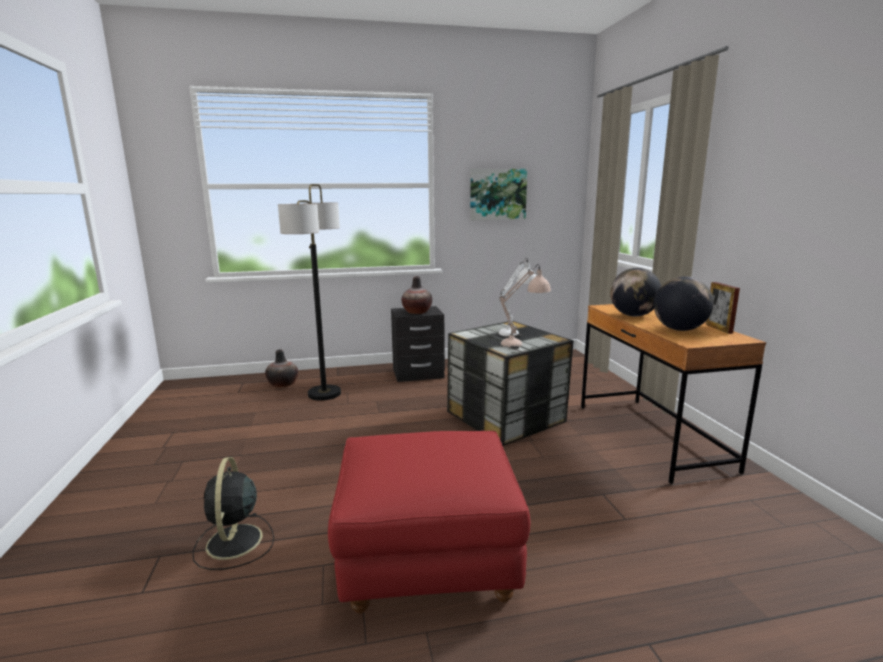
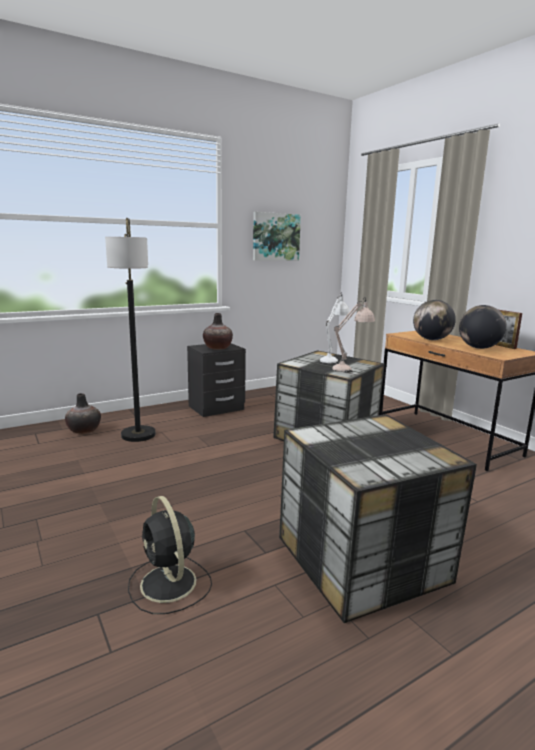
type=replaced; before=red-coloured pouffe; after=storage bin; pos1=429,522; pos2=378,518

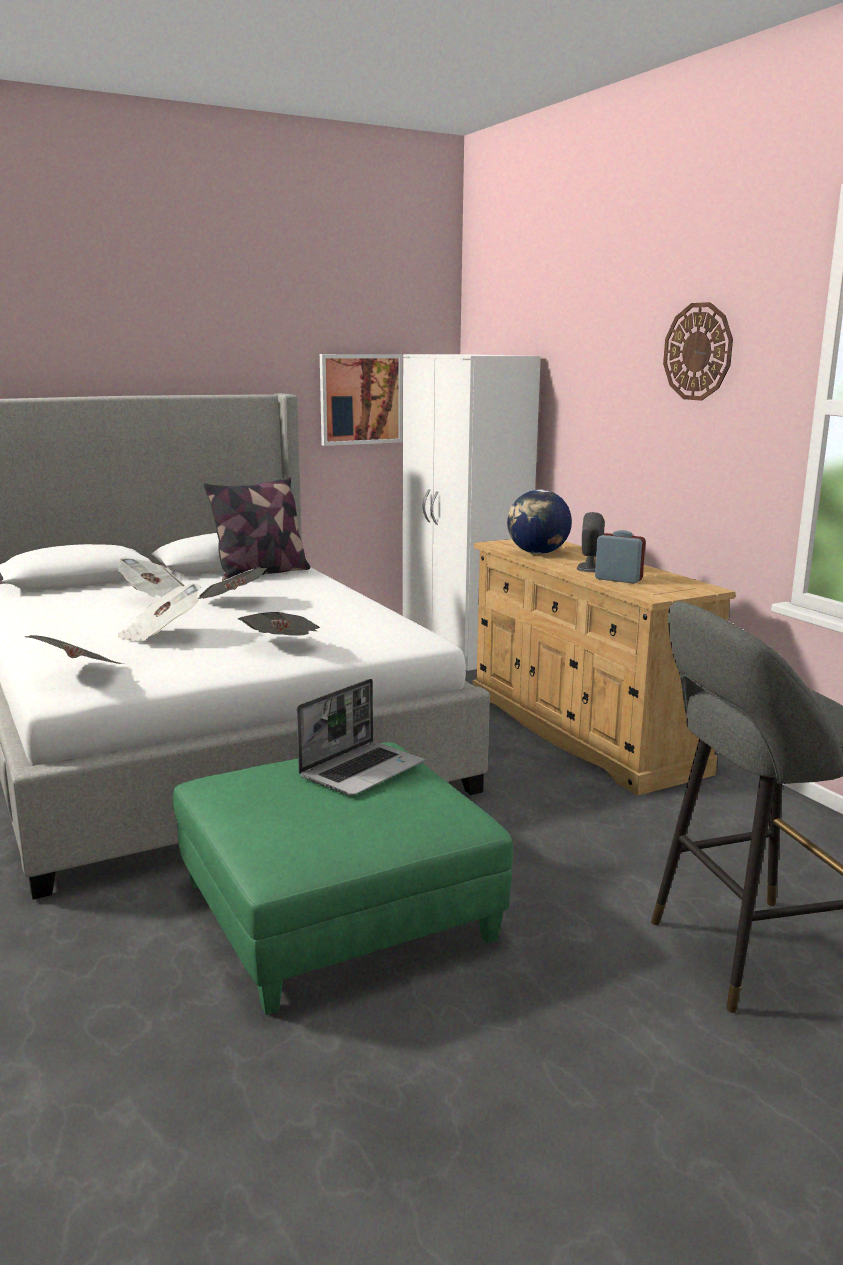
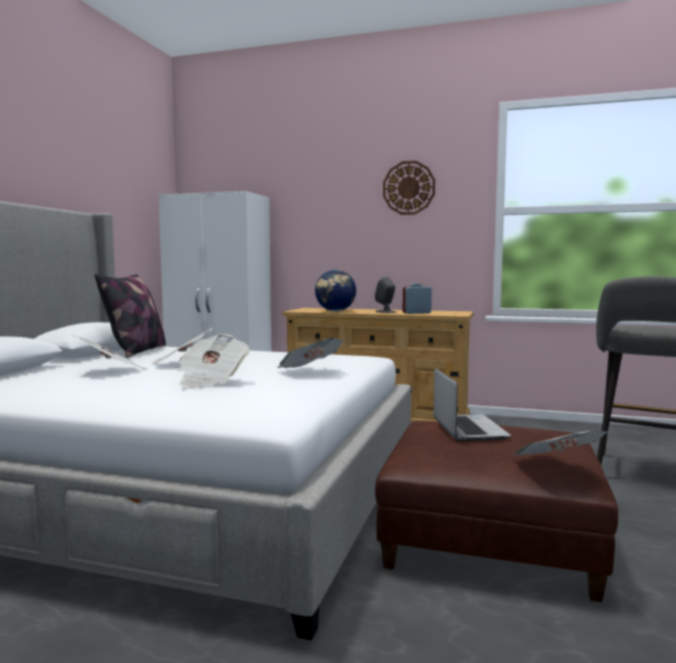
type=removed; before=wall picture; pos1=361,400
type=moved; before=printed paper; pos1=73,649; pos2=560,442
type=recoloured; before=green-coloured pouffe; after=brownish pouffe; pos1=343,878; pos2=496,511

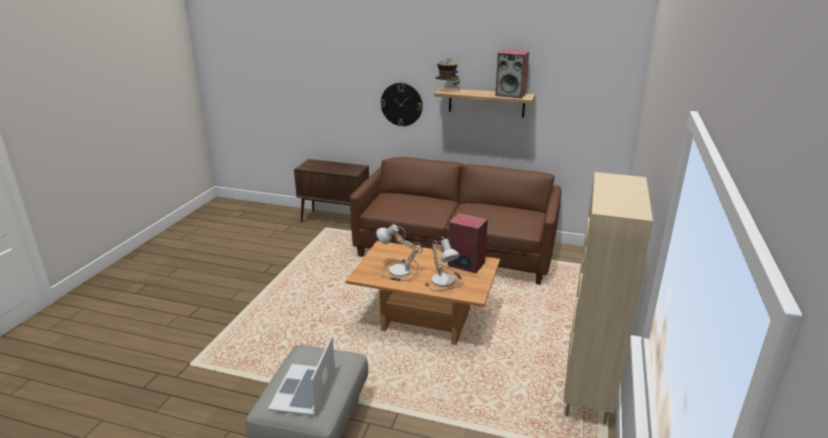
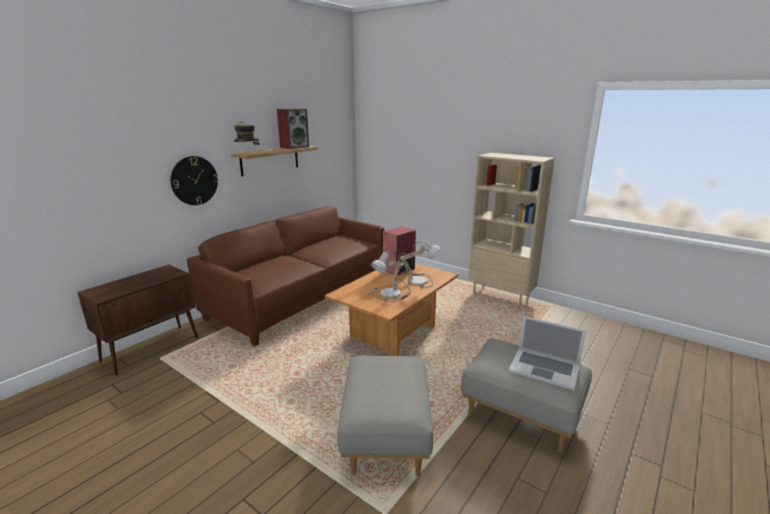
type=added; after=grey pouffe; pos2=385,416

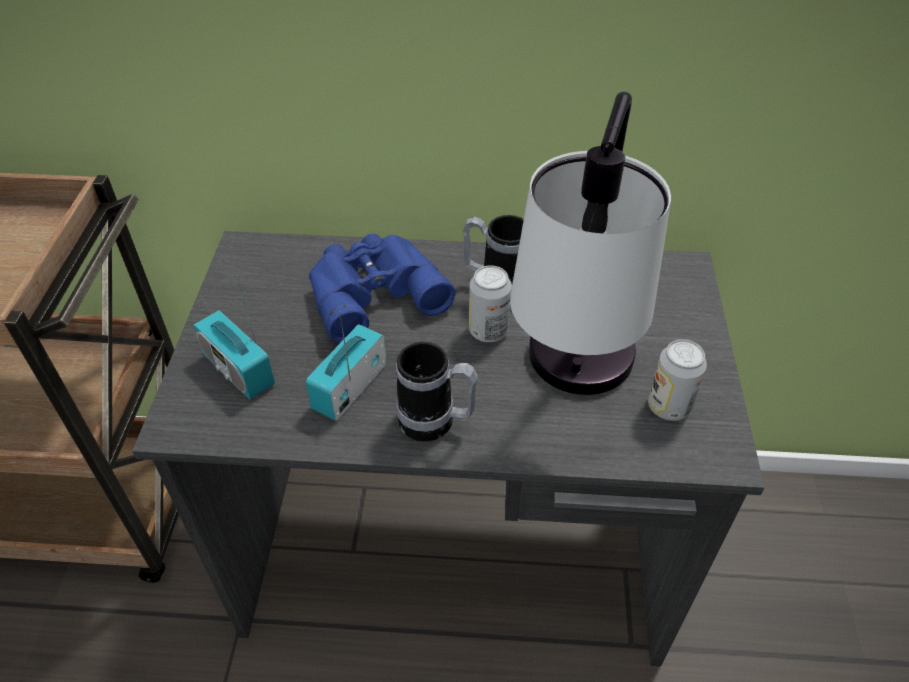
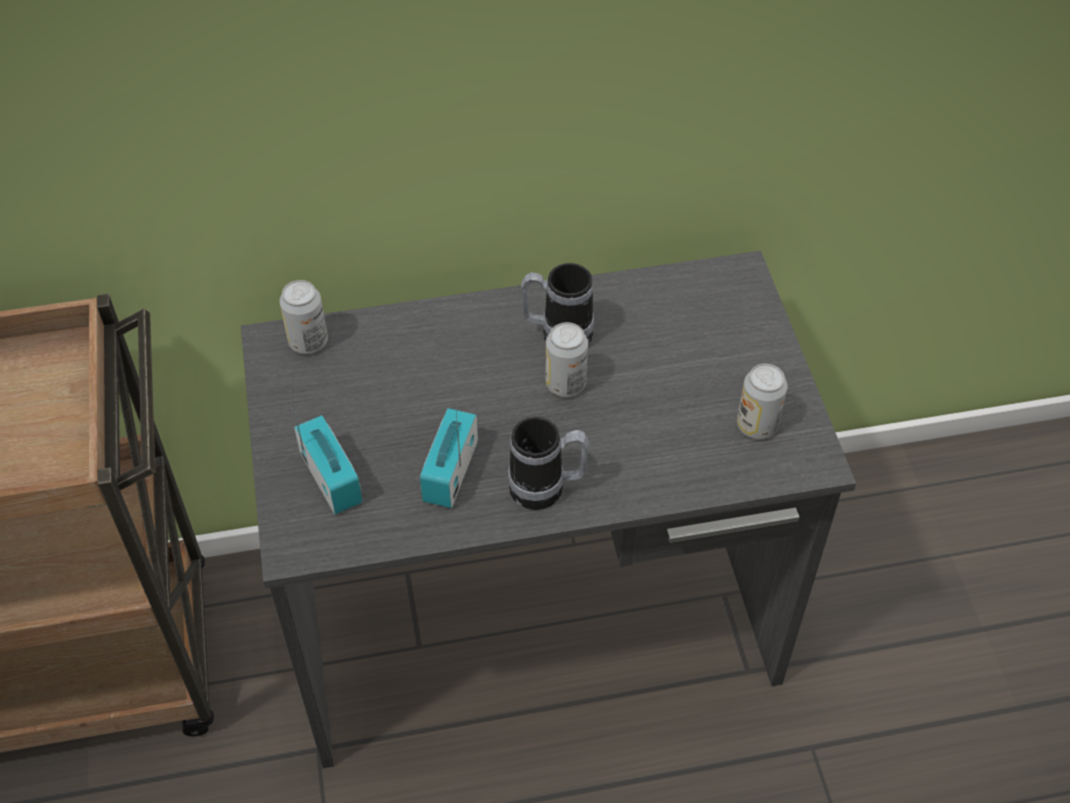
type=removed; before=table lamp; pos1=590,243
type=removed; before=blue pair of binoculars; pos1=382,288
type=turned; before=radio receiver; pos1=234,338; pos2=326,452; turn=-150
type=added; after=can; pos2=303,317

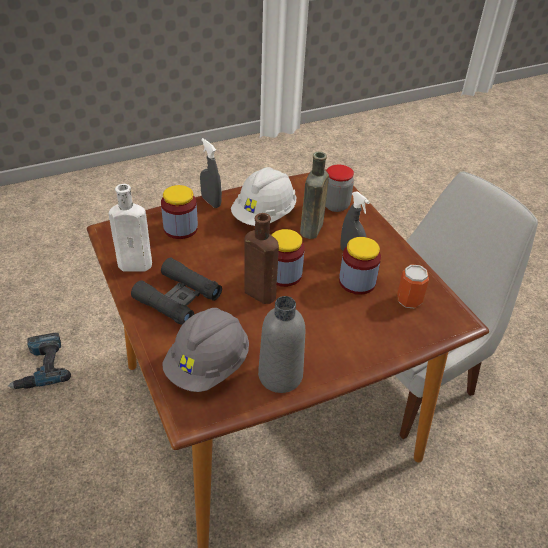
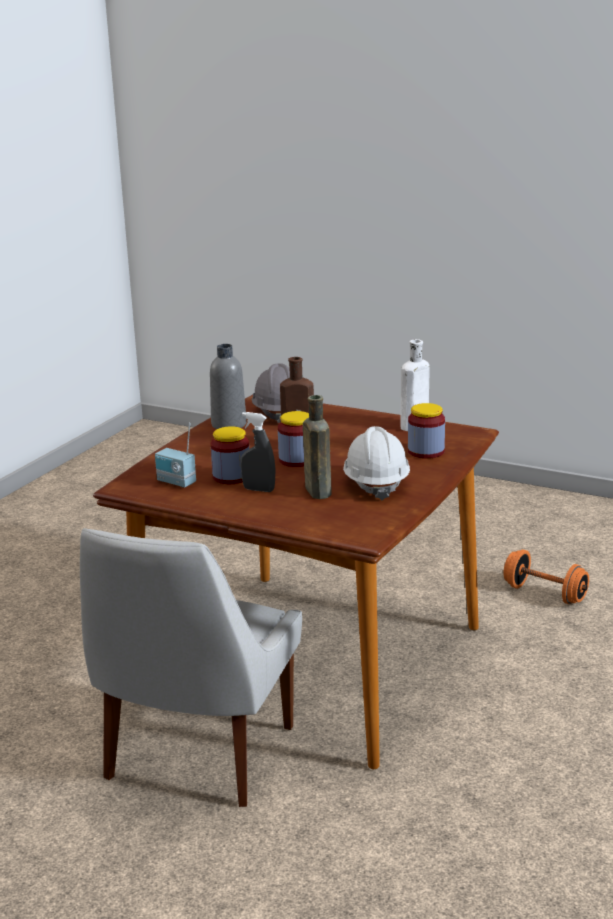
type=removed; before=grey spray bottle; pos1=211,173
type=removed; before=storage jar; pos1=339,188
type=removed; before=black pair of binoculars; pos1=176,291
type=replaced; before=can; after=radio receiver; pos1=413,286; pos2=175,455
type=replaced; before=drill; after=orange hand weight; pos1=39,361; pos2=546,576

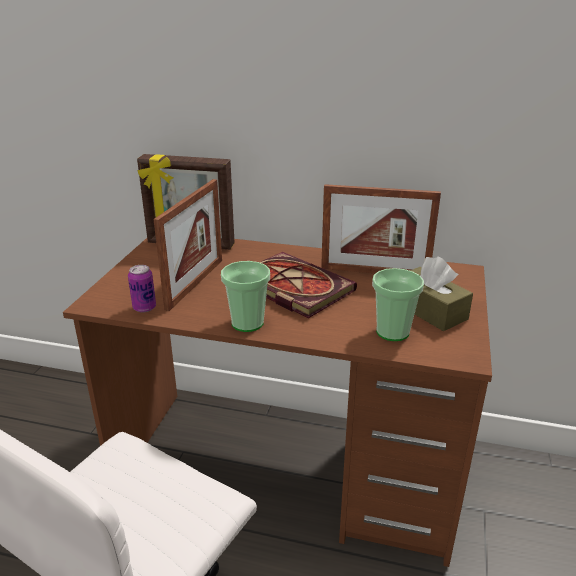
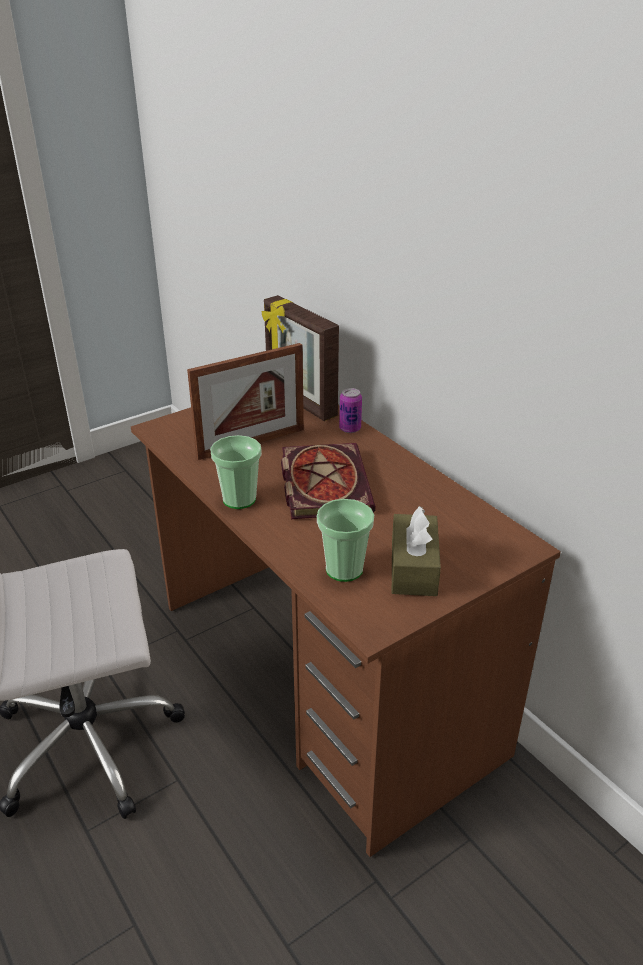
type=removed; before=standing frame; pos1=381,228
type=moved; before=can; pos1=142,289; pos2=350,410

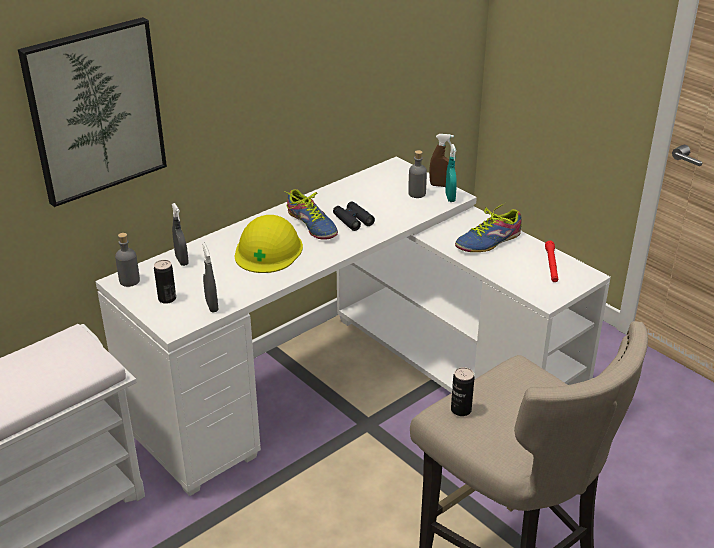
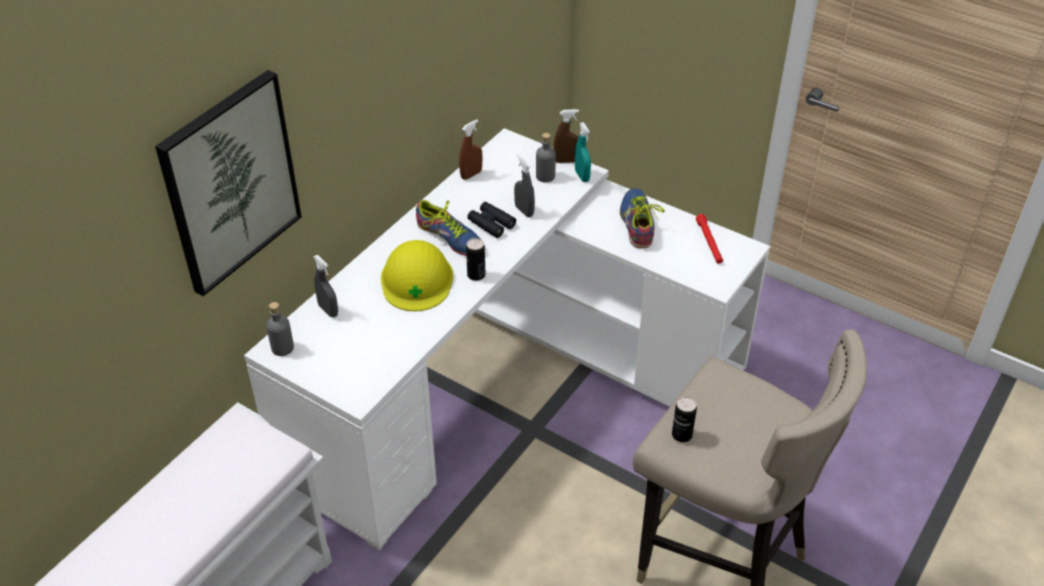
type=turned; before=item of footwear; pos1=488,227; pos2=642,218; turn=135
type=moved; before=grey spray bottle; pos1=210,278; pos2=524,185
type=moved; before=can; pos1=165,282; pos2=475,259
type=added; after=brownish spray bottle; pos2=470,149

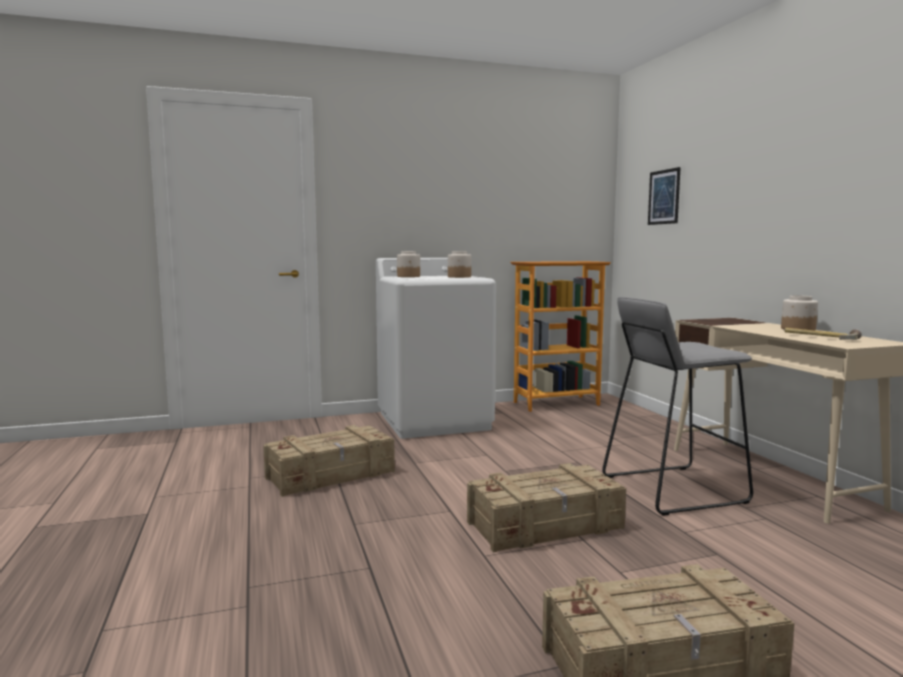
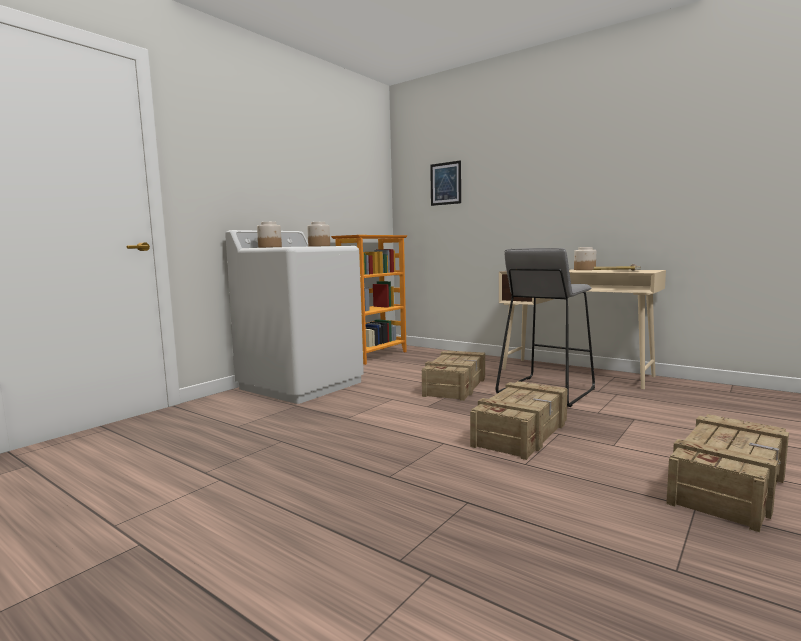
type=moved; before=packing crate; pos1=329,461; pos2=453,376

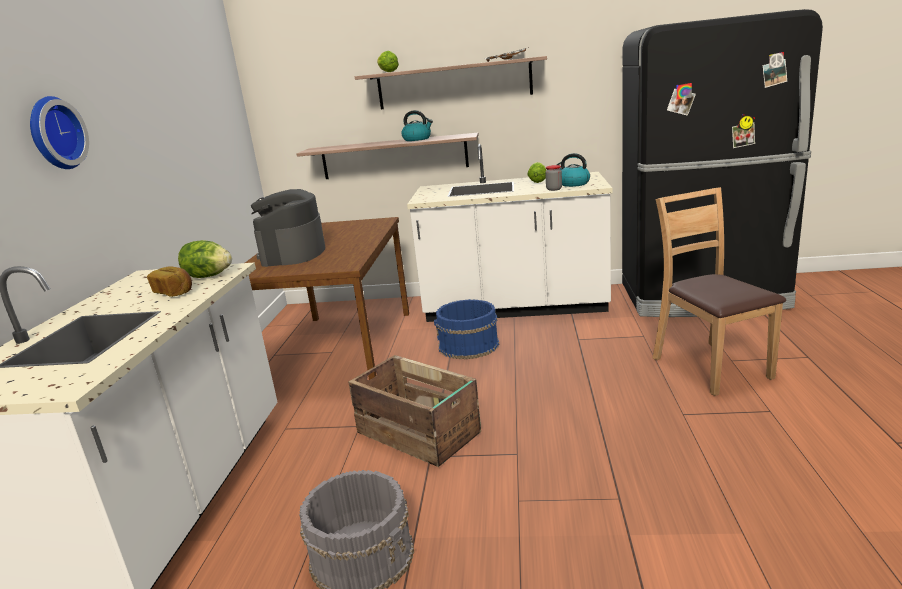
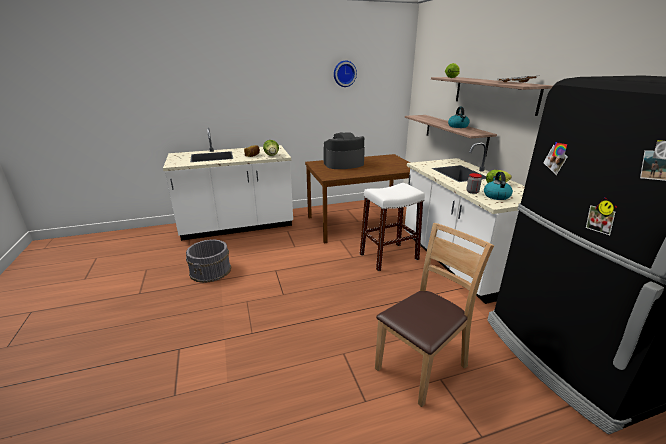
type=moved; before=hanging clock; pos1=59,132; pos2=345,74
type=replaced; before=blue water bucket; after=white-coloured stool; pos1=466,329; pos2=392,227
type=removed; before=packing crate; pos1=414,411

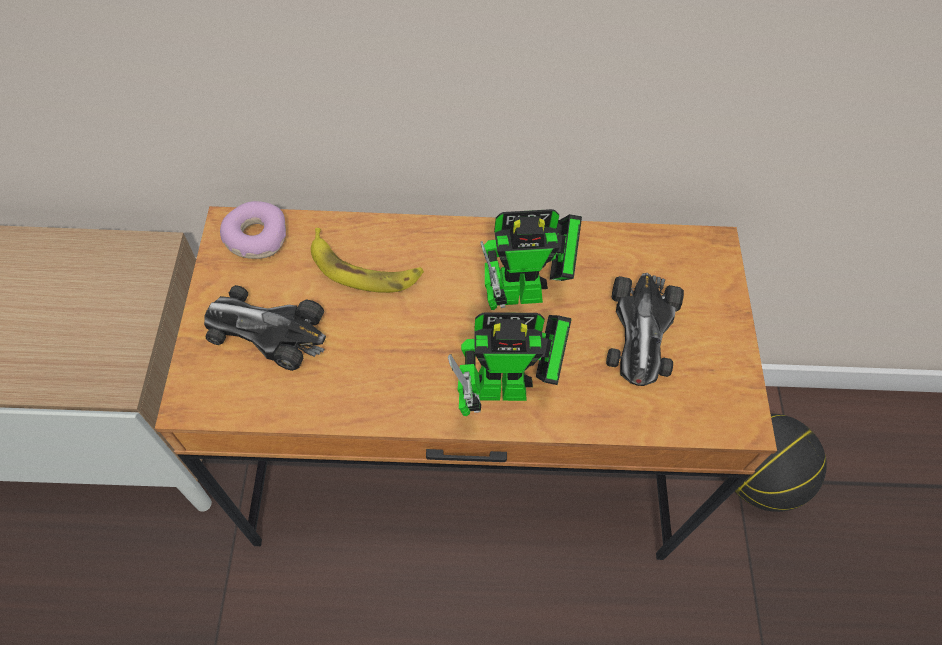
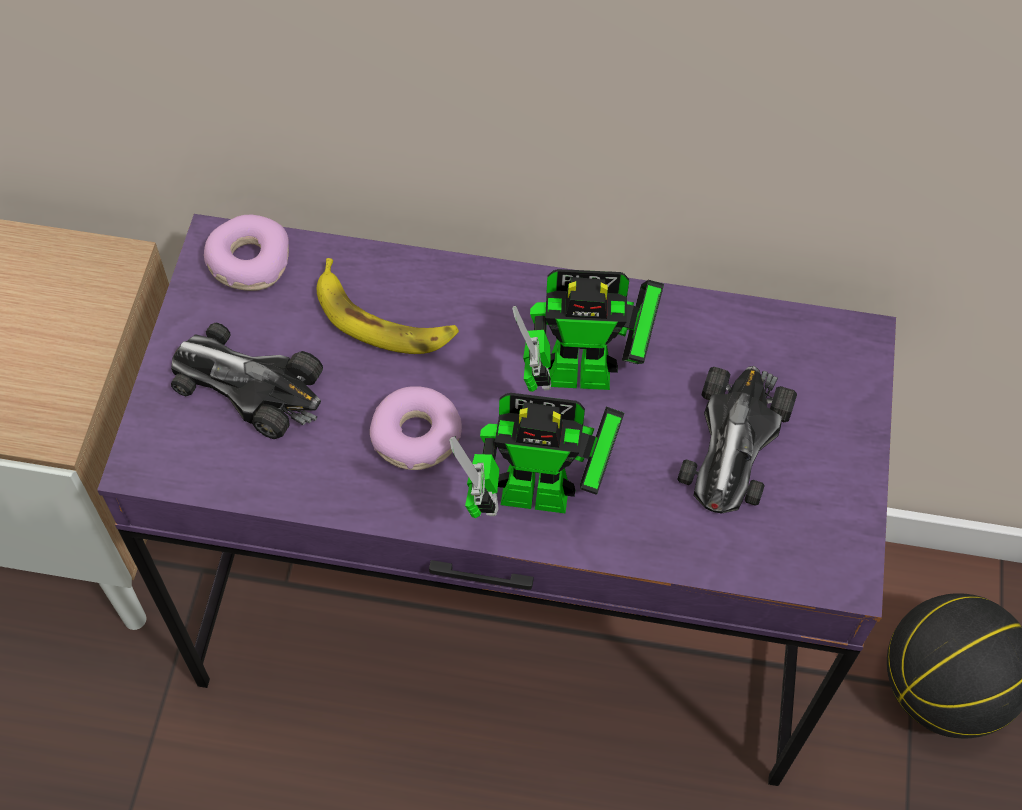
type=recoloured; before=brownish desk table; after=purplish desk table; pos1=466,383; pos2=496,500
type=added; after=doughnut; pos2=416,428

